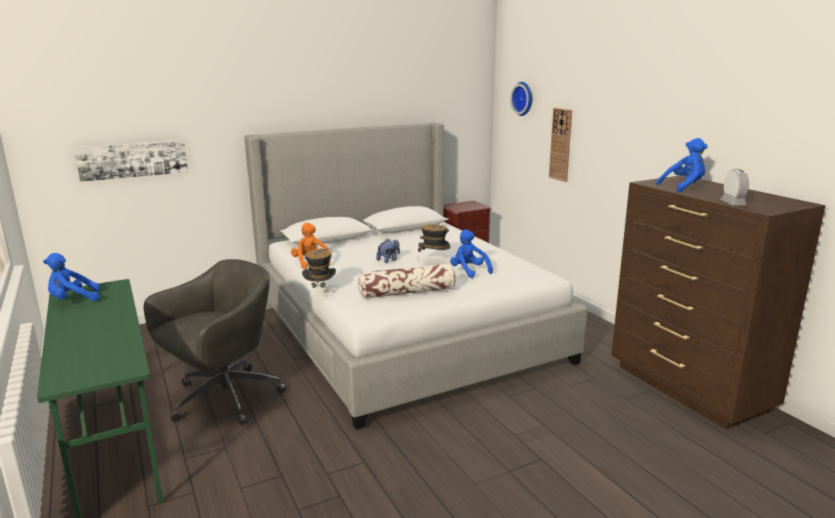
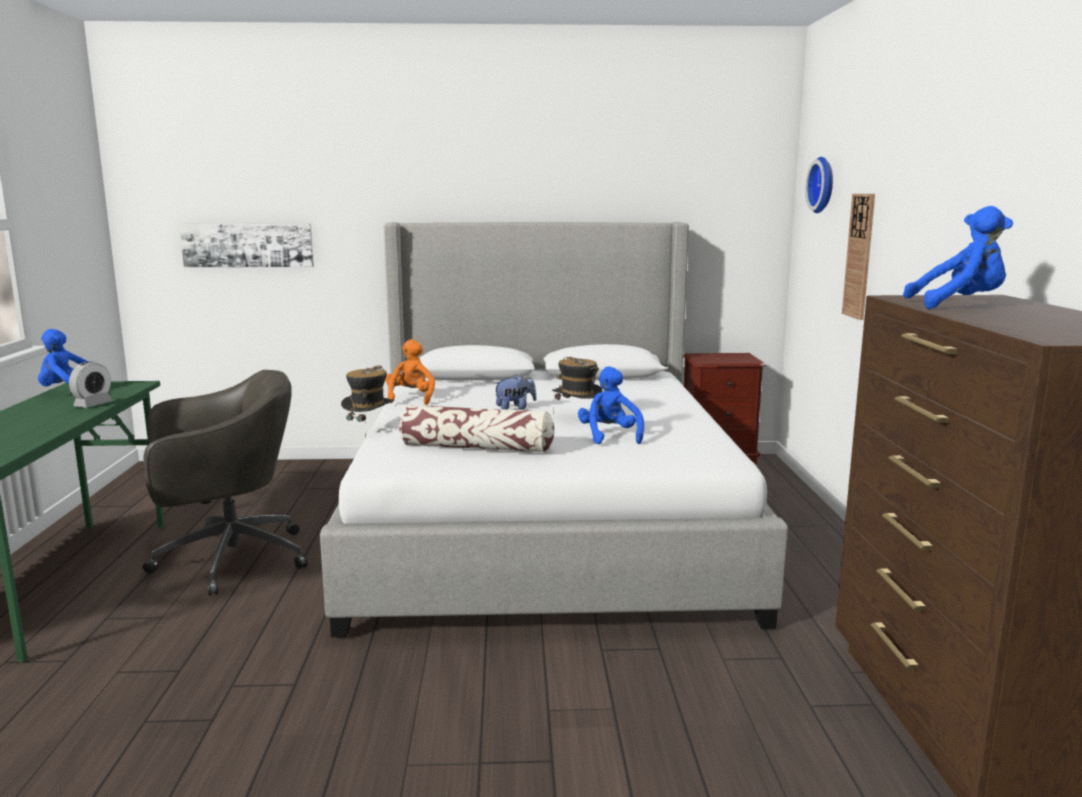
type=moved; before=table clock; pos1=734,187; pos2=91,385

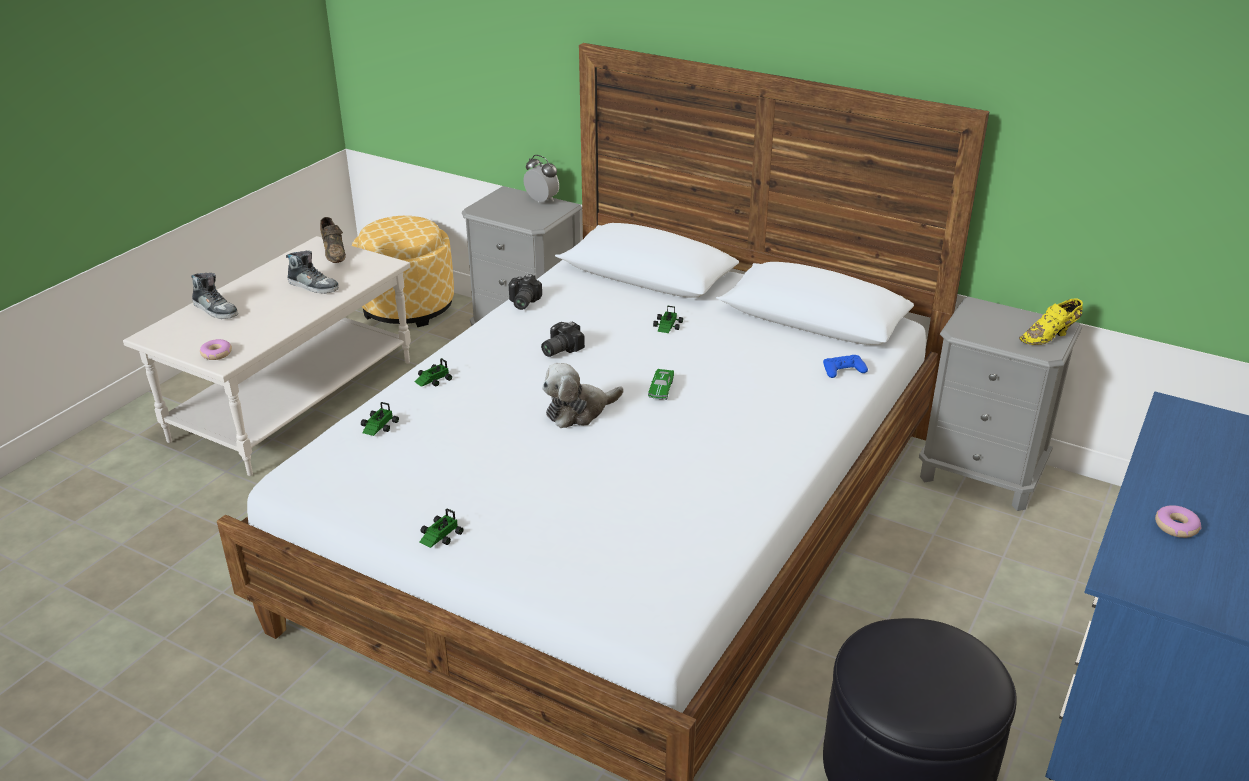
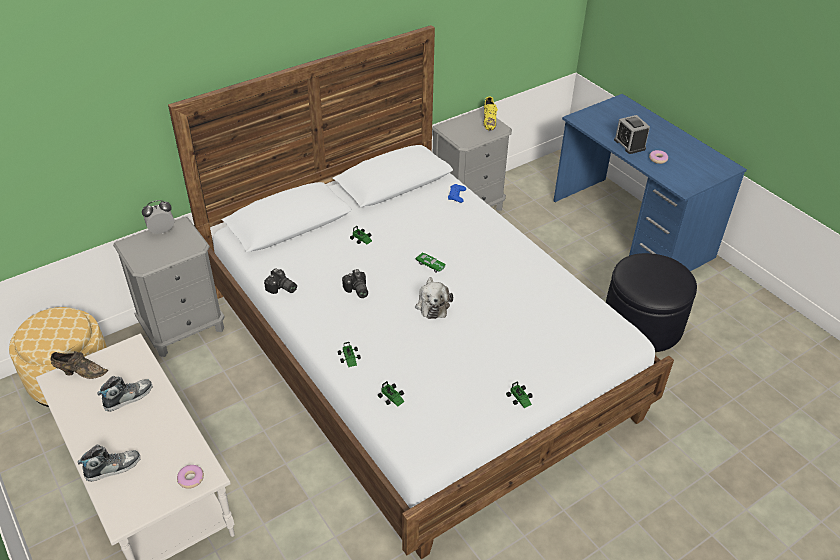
type=added; after=table clock; pos2=632,134

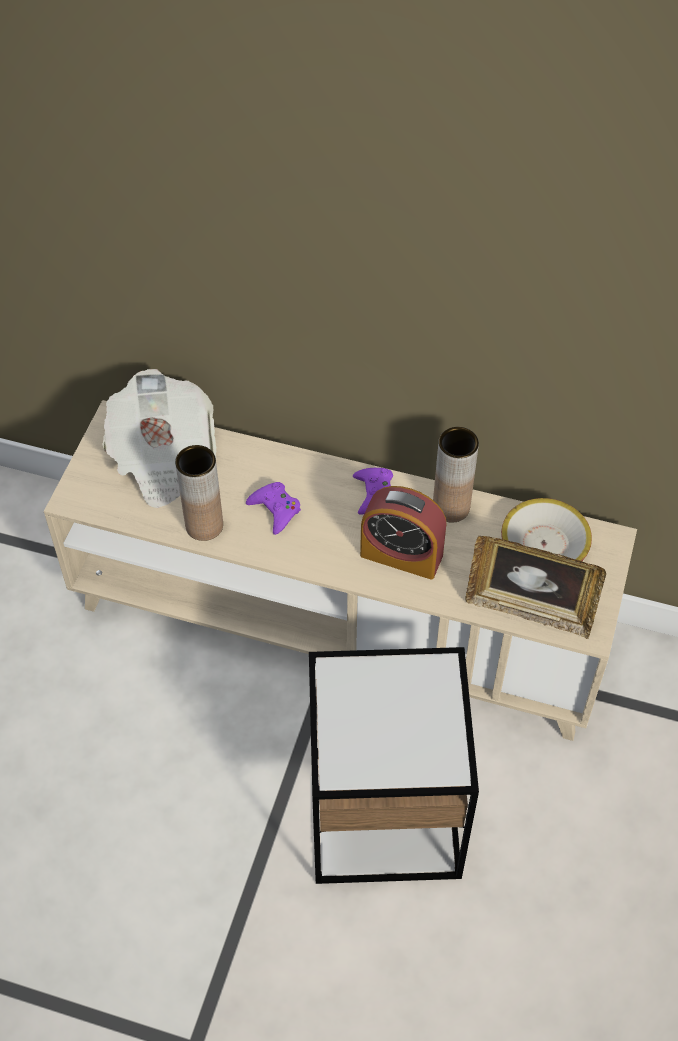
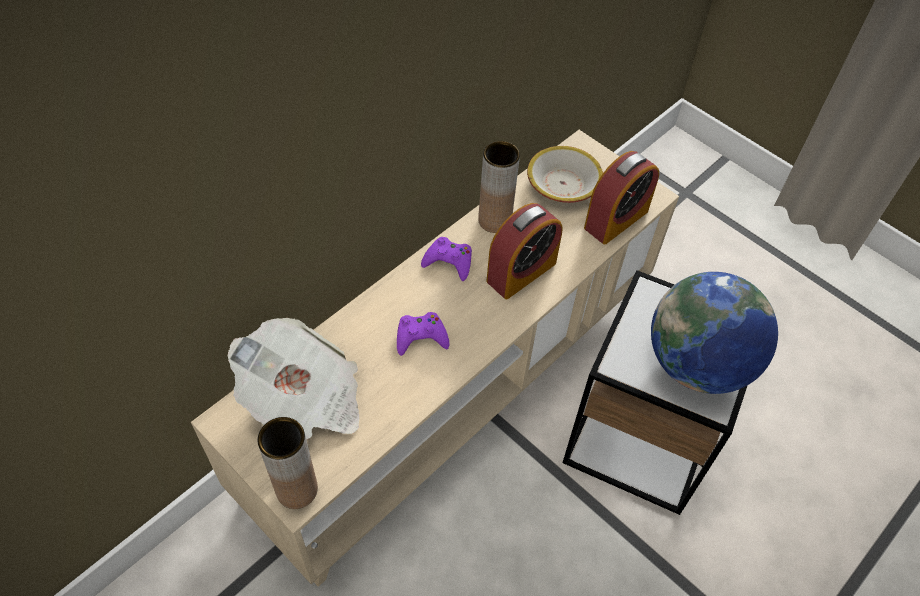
type=moved; before=brownish flower vase; pos1=199,493; pos2=288,463
type=replaced; before=standing frame; after=table clock; pos1=536,587; pos2=621,197
type=added; after=desk globe; pos2=714,333

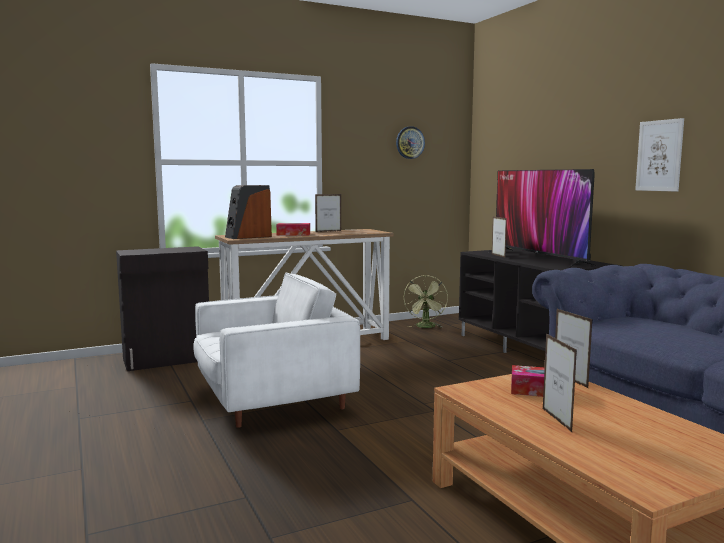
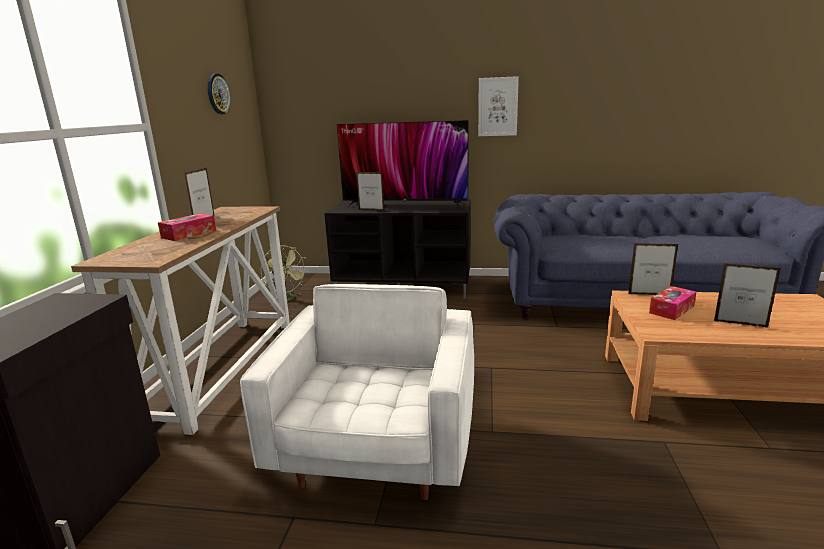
type=removed; before=audio speaker; pos1=248,212

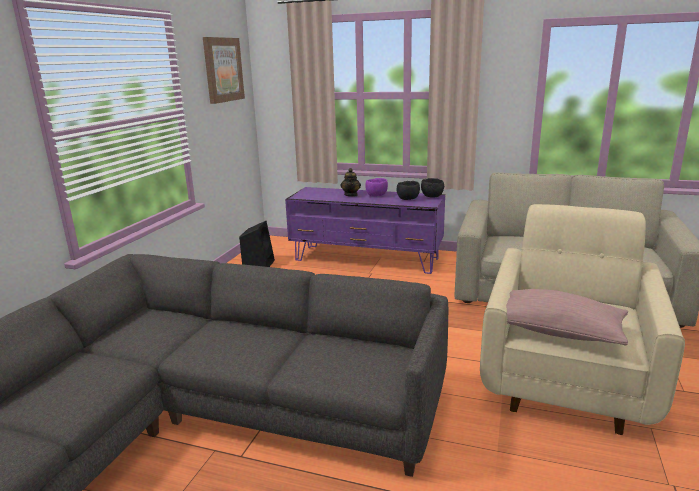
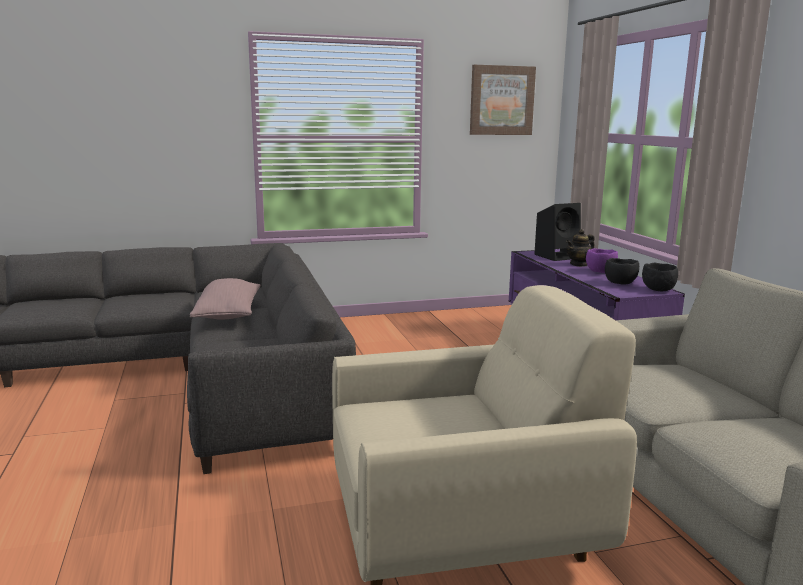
type=moved; before=black audio speaker; pos1=257,244; pos2=557,232
type=moved; before=pink throw pillow; pos1=567,317; pos2=225,298

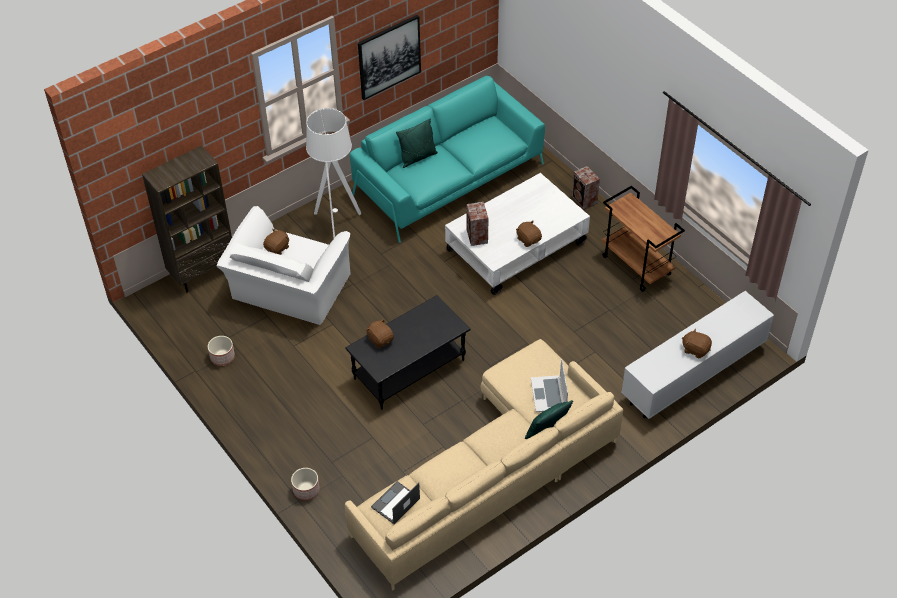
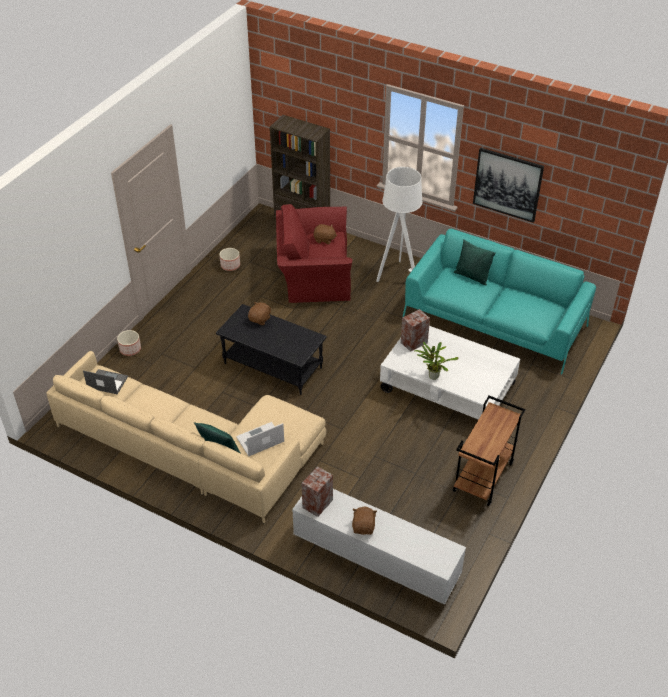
type=moved; before=audio speaker; pos1=586,187; pos2=317,491
type=recoloured; before=white-coloured armchair; after=red-coloured armchair; pos1=284,265; pos2=314,253
type=replaced; before=brownish plush toy; after=houseplant; pos1=529,233; pos2=436,361

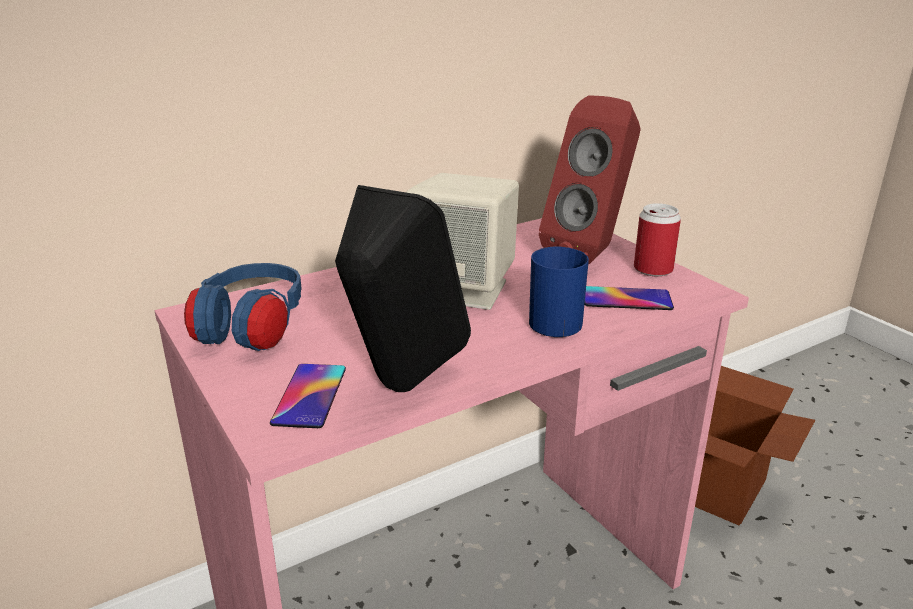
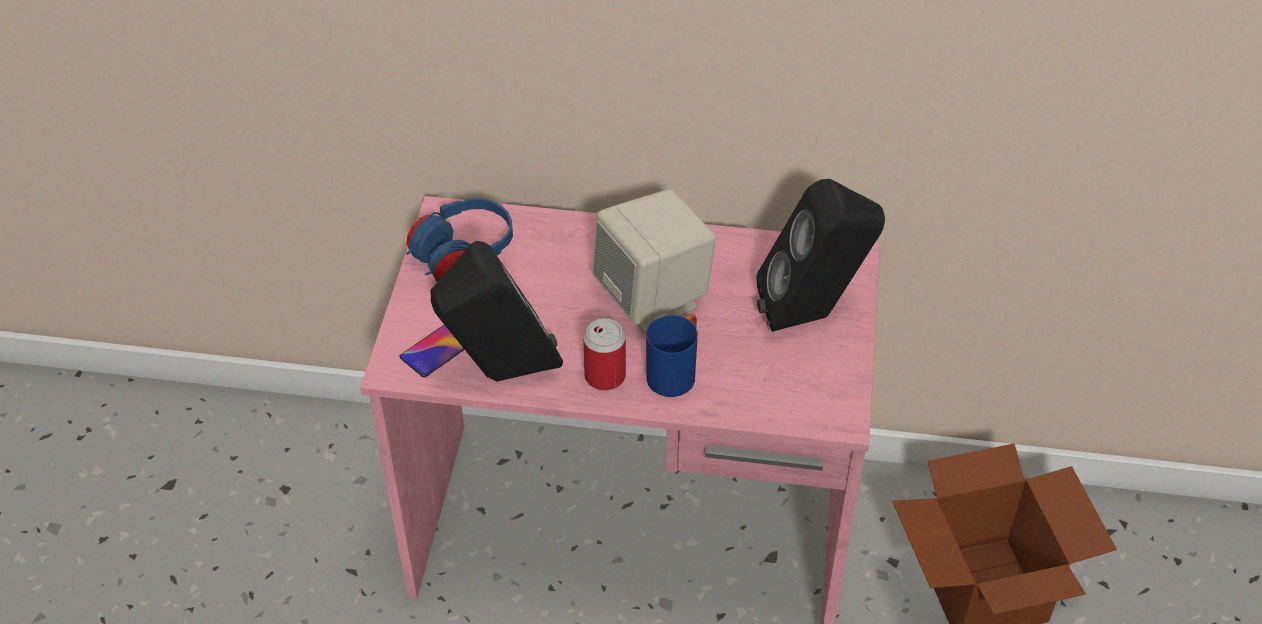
type=recoloured; before=red-coloured audio speaker; after=black audio speaker; pos1=589,180; pos2=820,255
type=moved; before=can; pos1=657,239; pos2=604,354
type=removed; before=handset; pos1=629,298

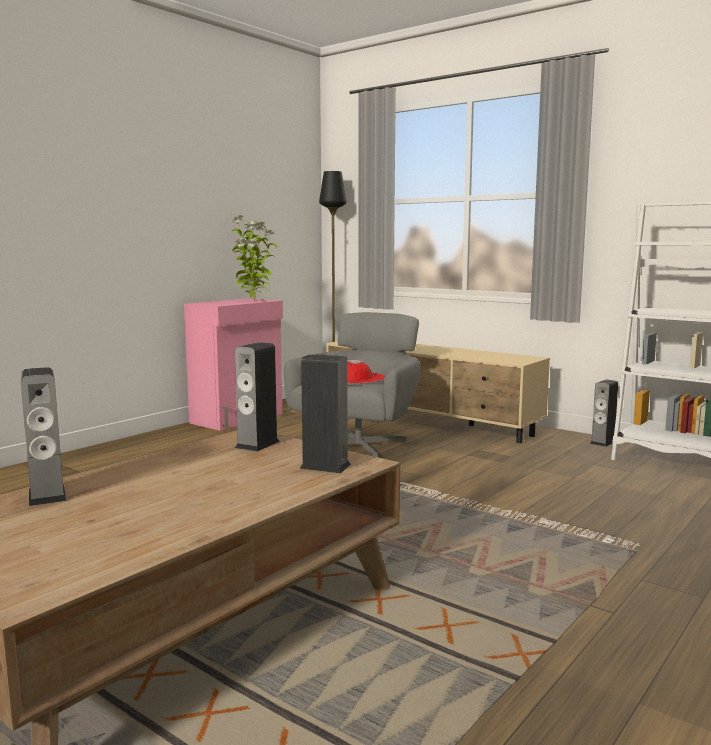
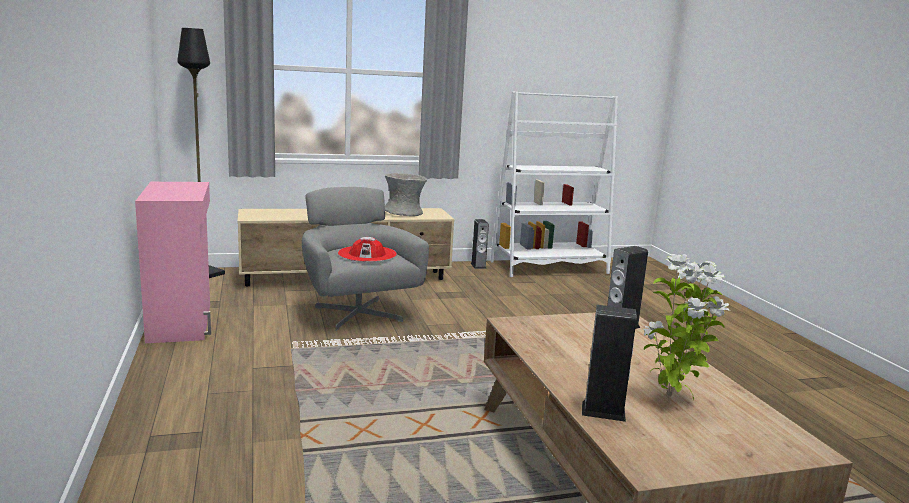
type=moved; before=houseplant; pos1=255,258; pos2=686,327
type=removed; before=audio speaker; pos1=257,397
type=added; after=grey flower vase; pos2=406,194

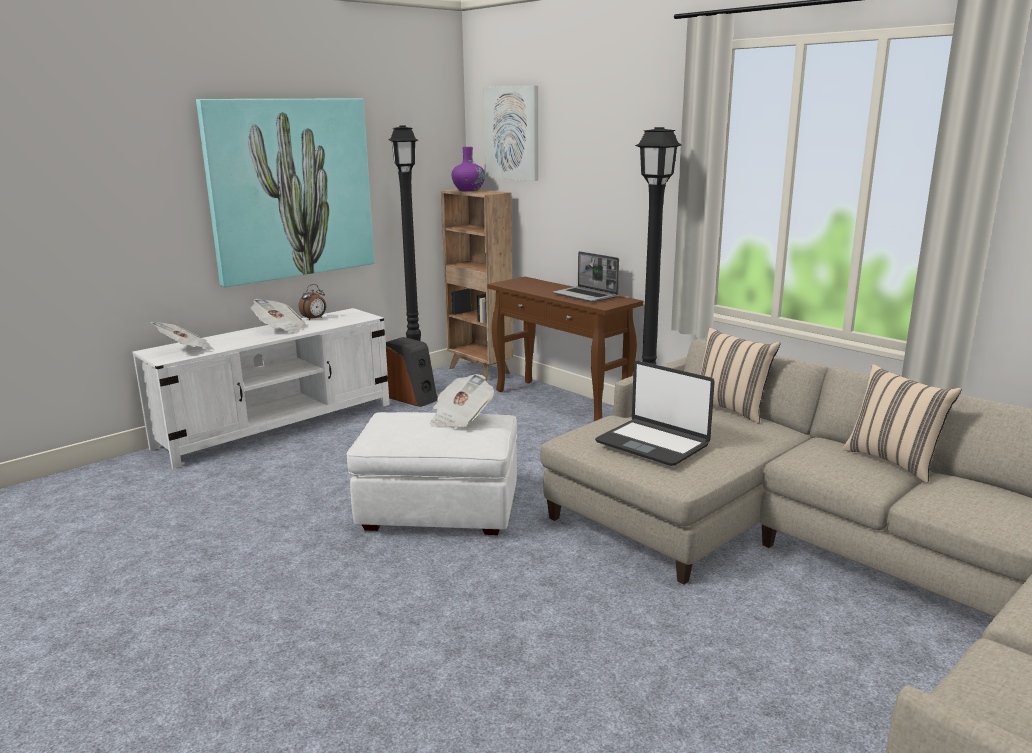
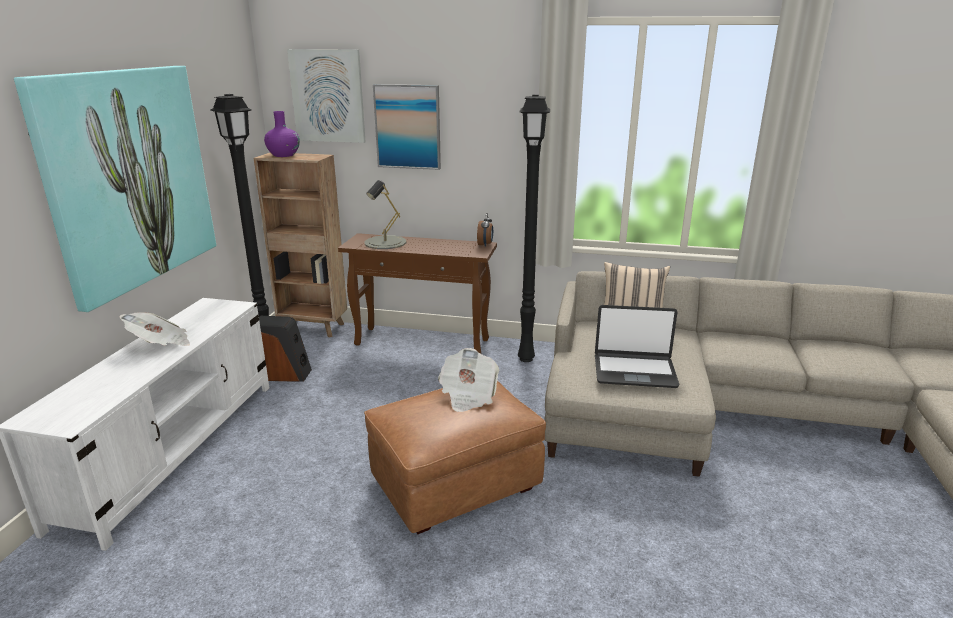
type=removed; before=notebook computer; pos1=586,276
type=moved; before=table clock; pos1=312,302; pos2=485,230
type=removed; before=printed paper; pos1=183,336
type=removed; before=beige throw pillow; pos1=902,423
type=recoloured; before=white-coloured pouffe; after=brownish pouffe; pos1=432,473; pos2=455,457
type=added; after=wall picture; pos2=407,127
type=added; after=grey table lamp; pos2=385,214

